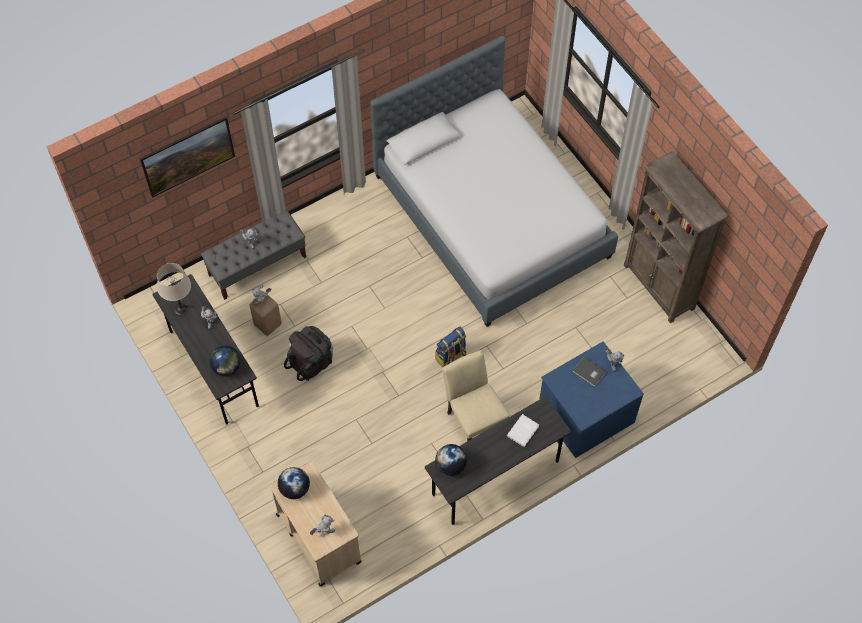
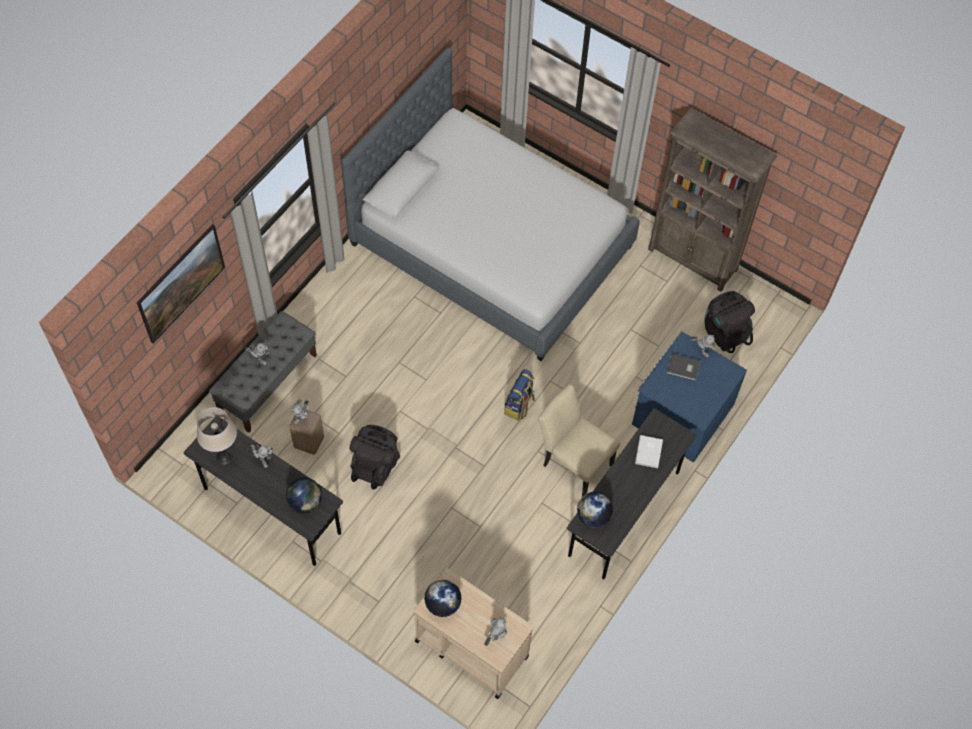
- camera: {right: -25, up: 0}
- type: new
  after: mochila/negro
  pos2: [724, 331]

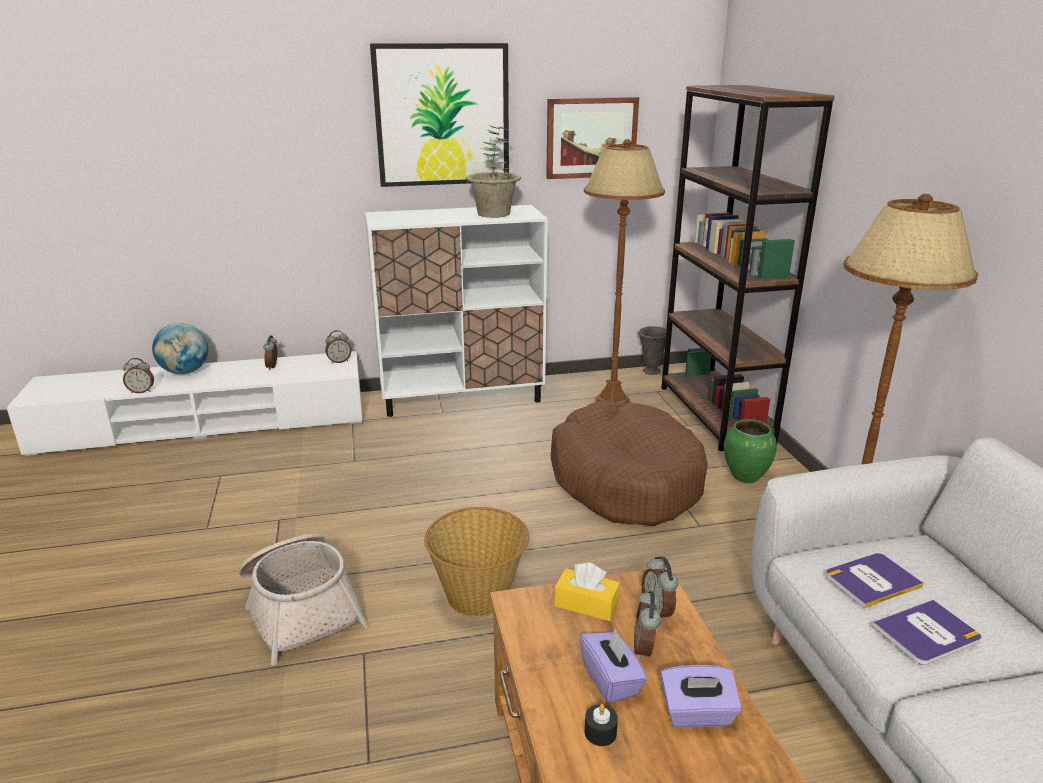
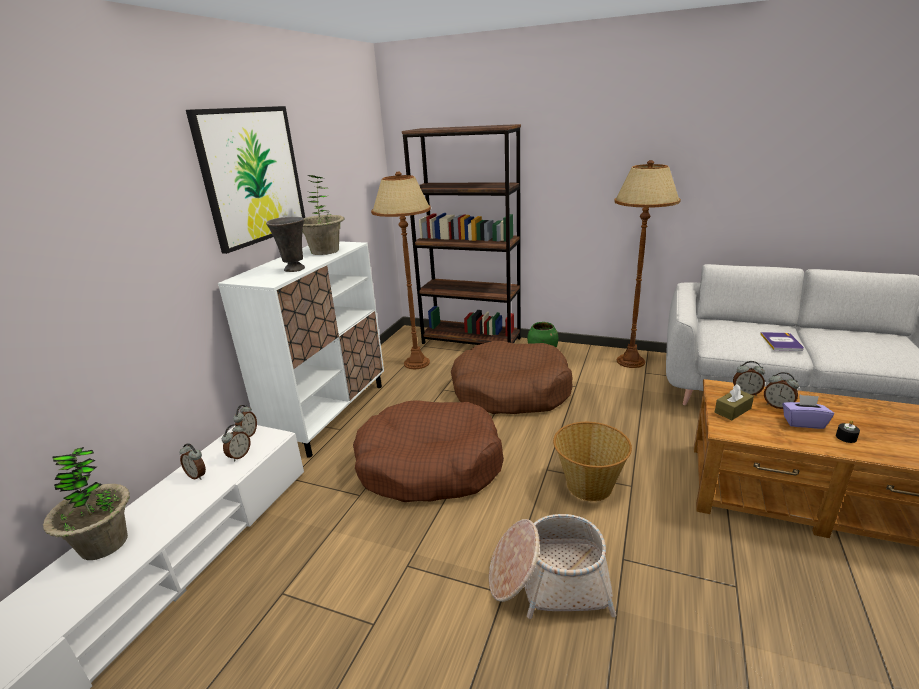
- camera: {right: -55, up: 0}
- type: gone
  before: cuadro
  pos1: [591, 138]
- type: swapped
  before: globo terráqueo
  after: planta en maceta
  pos1: [185, 372]
  pos2: [104, 544]
- type: shifted
  before: florero/gris
  pos1: [651, 372]
  pos2: [294, 269]
- type: shifted
  before: despertador
  pos1: [141, 391]
  pos2: [239, 456]
- type: gone
  before: libro
  pos1: [872, 580]
- type: repainted
  before: caja de pañuelos/amarillo
  after: caja de pañuelos/marrón
  pos1: [586, 604]
  pos2: [732, 410]
- type: gone
  before: caja de pañuelos/morado
  pos1: [697, 714]
- type: new
  after: cama para perro/marrón
  pos2: [429, 465]

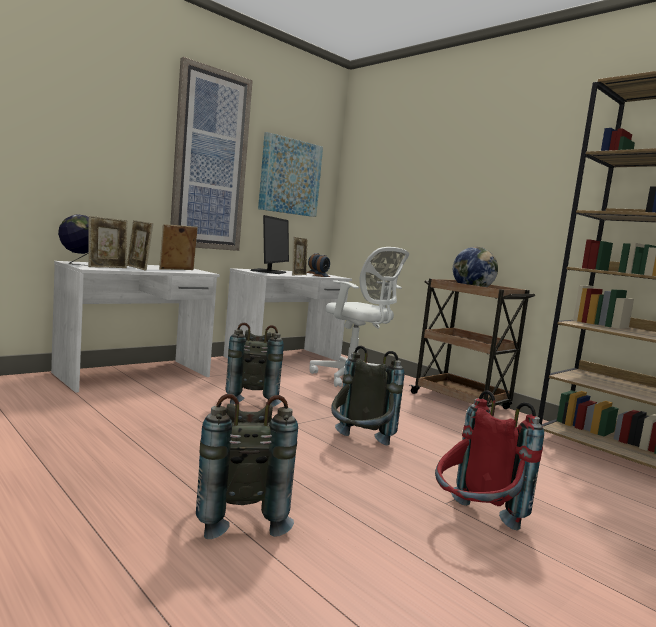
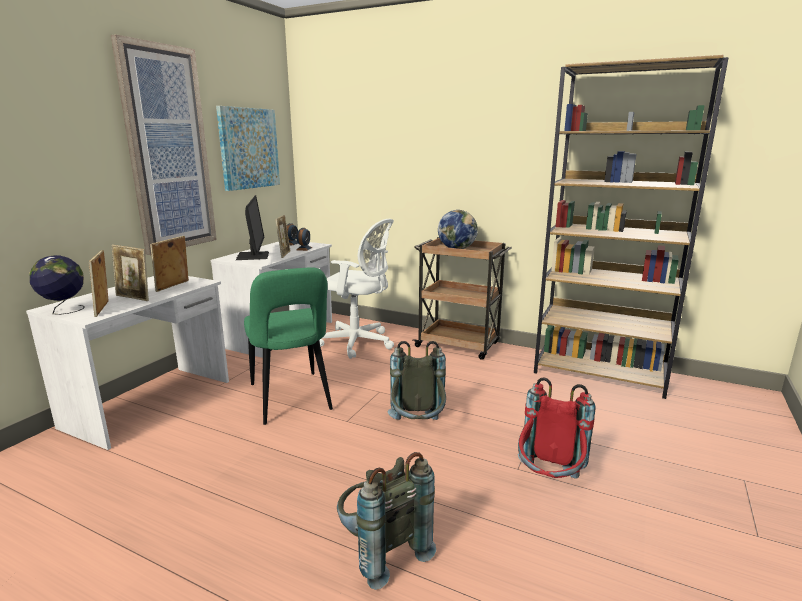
- camera: {right: -20, up: 10}
- type: rotated
  before: portarretratos
  pos1: [107, 267]
  pos2: [104, 309]
  turn: 150
- type: swapped
  before: mochila/gris
  after: silla/verde
  pos1: [253, 399]
  pos2: [291, 399]

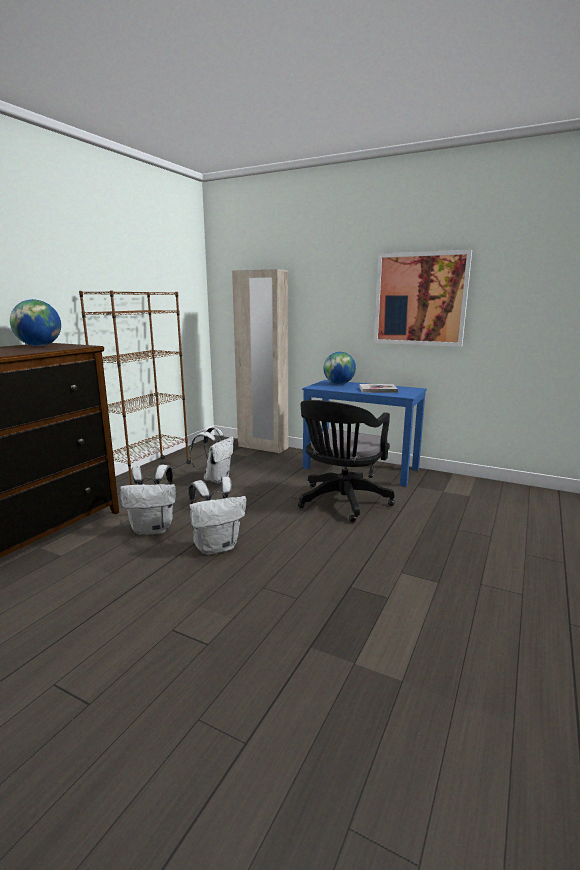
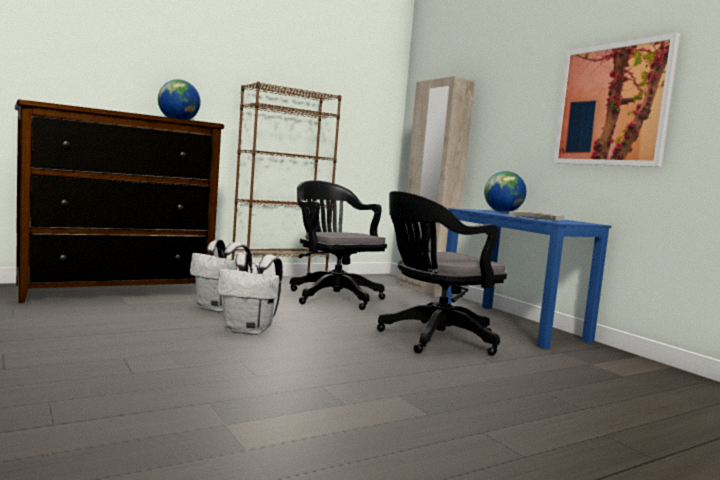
- camera: {right: 30, up: -10}
- type: swapped
  before: mochila/blanco
  after: silla de oficina/negro
  pos1: [216, 479]
  pos2: [332, 297]

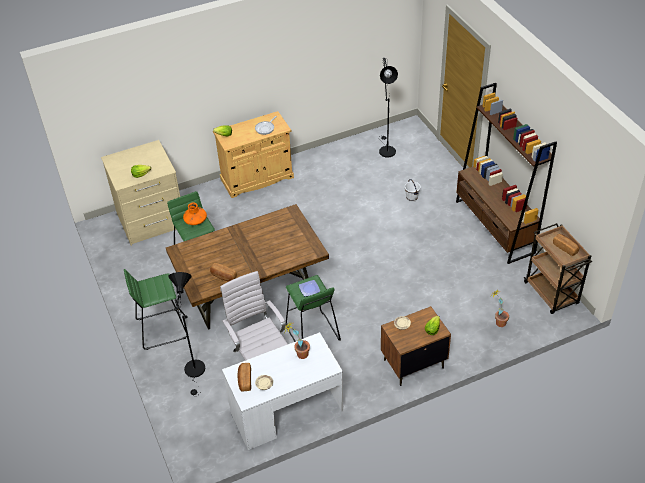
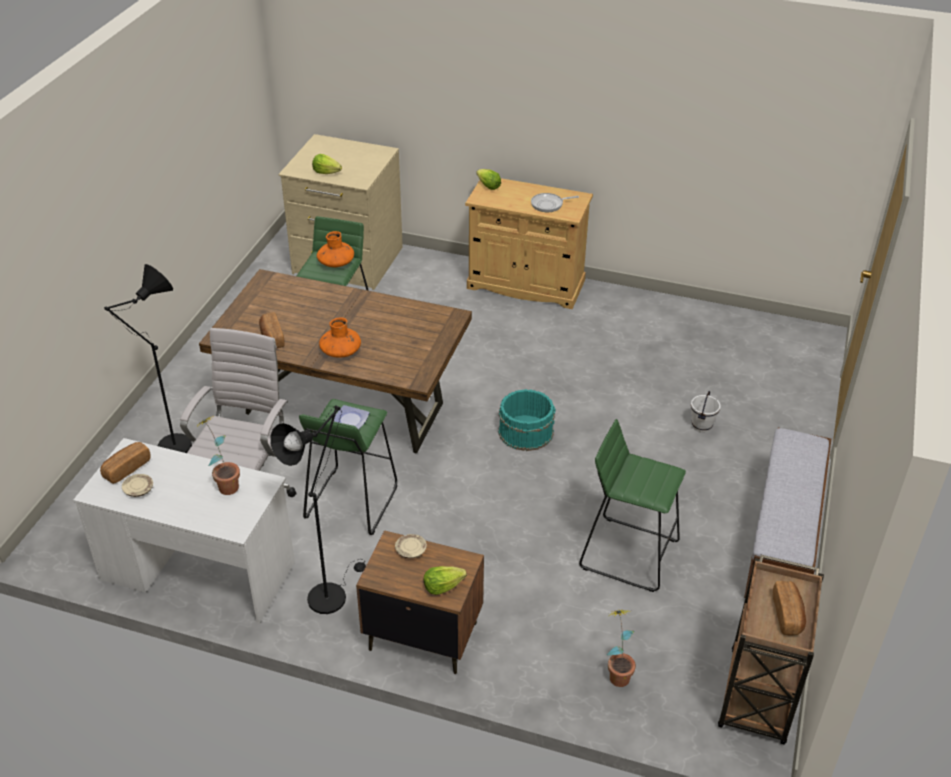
- camera: {right: 40, up: -5}
- type: shifted
  before: lámpara de pie/negro
  pos1: [386, 149]
  pos2: [330, 593]
- type: swapped
  before: estantería/marrón
  after: banco
  pos1: [494, 227]
  pos2: [782, 541]
- type: shifted
  before: taburete/verde
  pos1: [161, 328]
  pos2: [628, 553]
- type: new
  after: florero/naranja
  pos2: [340, 351]
- type: new
  after: cubo/turquesa
  pos2: [525, 431]

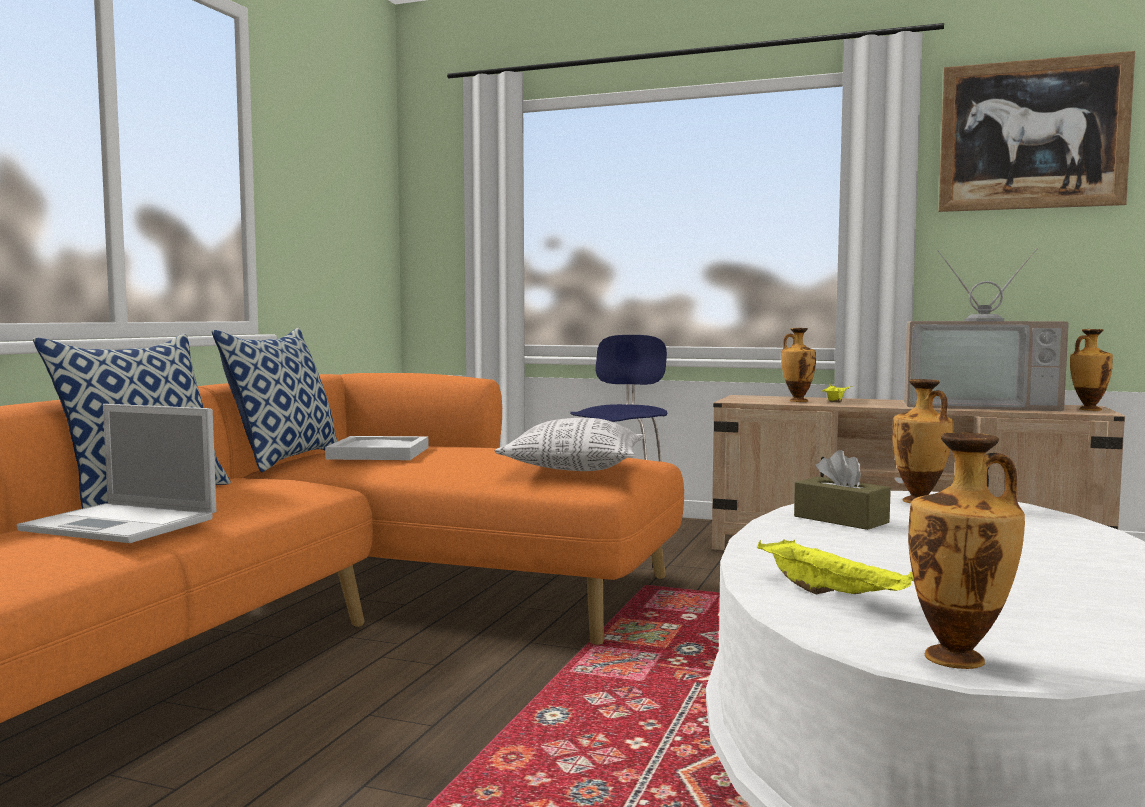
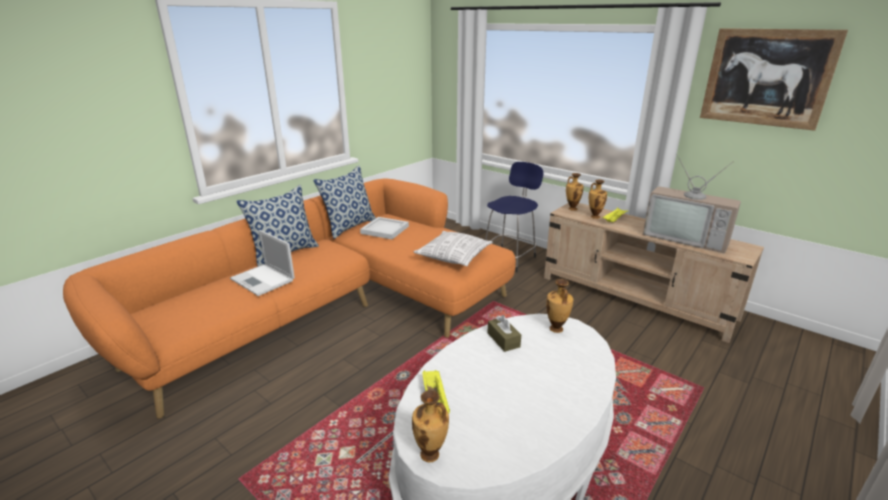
- camera: {right: 20, up: 20}
- type: shifted
  before: florero
  pos1: [1088, 409]
  pos2: [572, 208]

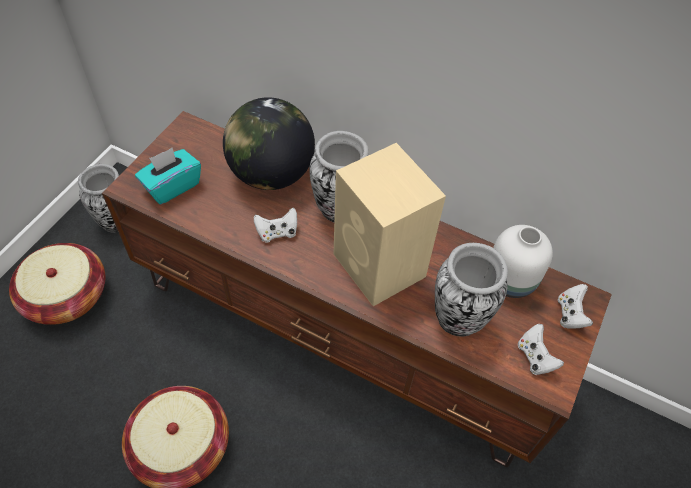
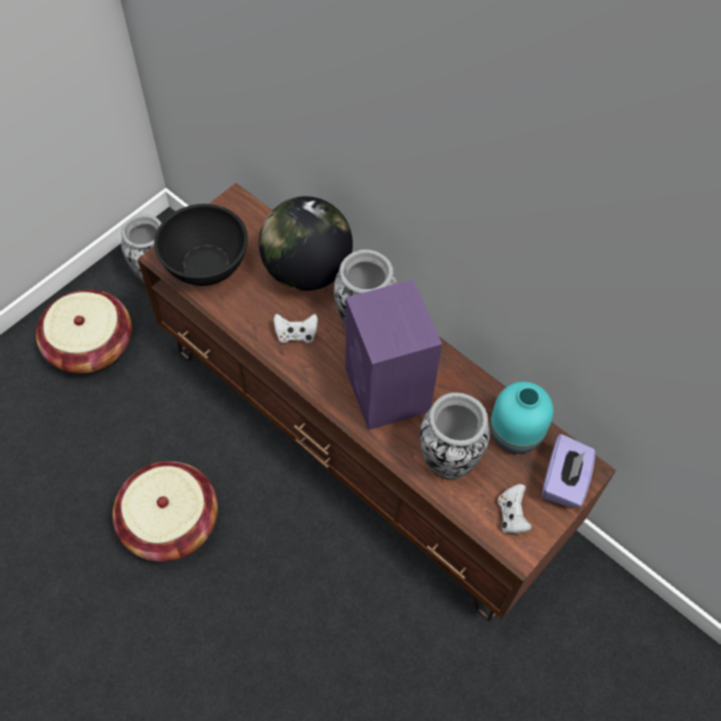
- camera: {right: 15, up: 5}
- type: repainted
  before: altavoz/beis
  after: altavoz/morado
  pos1: [380, 267]
  pos2: [387, 392]
- type: swapped
  before: caja de pañuelos/turquesa
  after: cuenco/negro
  pos1: [172, 186]
  pos2: [206, 264]
- type: repainted
  before: florero/blanco
  after: florero/turquesa
  pos1: [510, 281]
  pos2: [514, 434]
- type: swapped
  before: mando de consola/blanco
  after: caja de pañuelos/morado
  pos1: [570, 314]
  pos2: [564, 481]

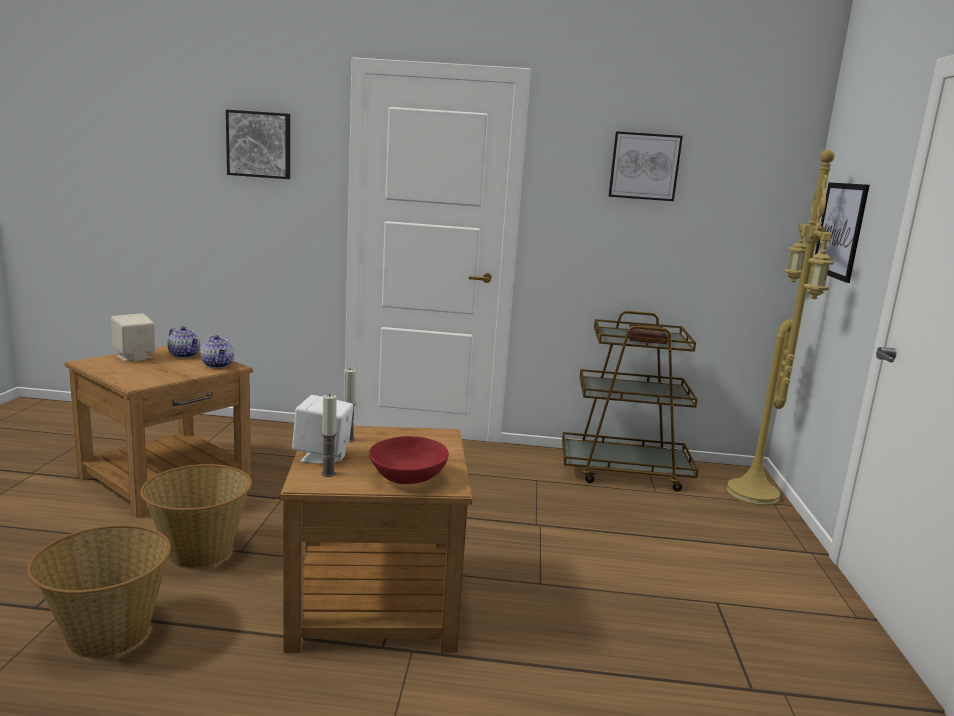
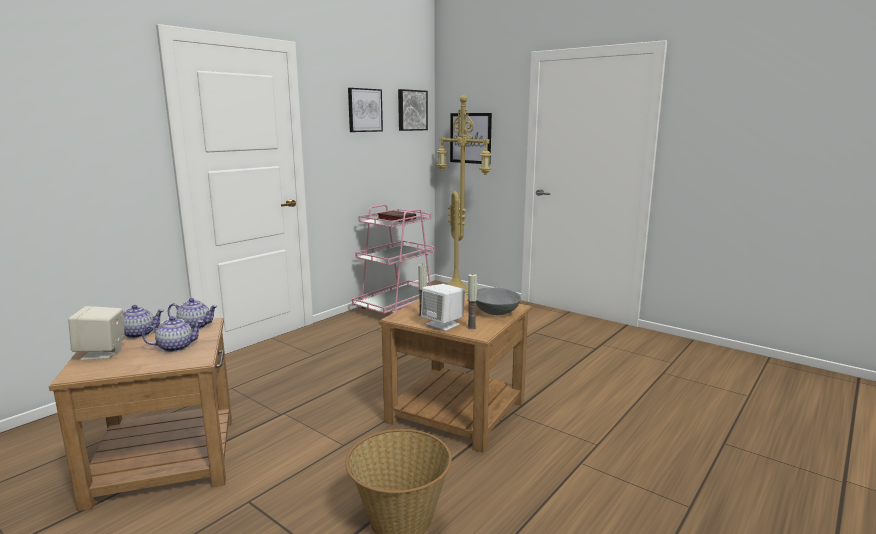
- camera: {right: -55, up: 0}
- type: shifted
  before: cuadro
  pos1: [259, 144]
  pos2: [411, 110]
- type: repainted
  before: carrito/marrón
  after: carrito/rosa
  pos1: [625, 471]
  pos2: [397, 306]
- type: repainted
  before: cuenco/rojo
  after: cuenco/gris
  pos1: [407, 477]
  pos2: [495, 312]
- type: gone
  before: cesta
  pos1: [199, 551]
- type: new
  after: tetera
  pos2: [176, 347]

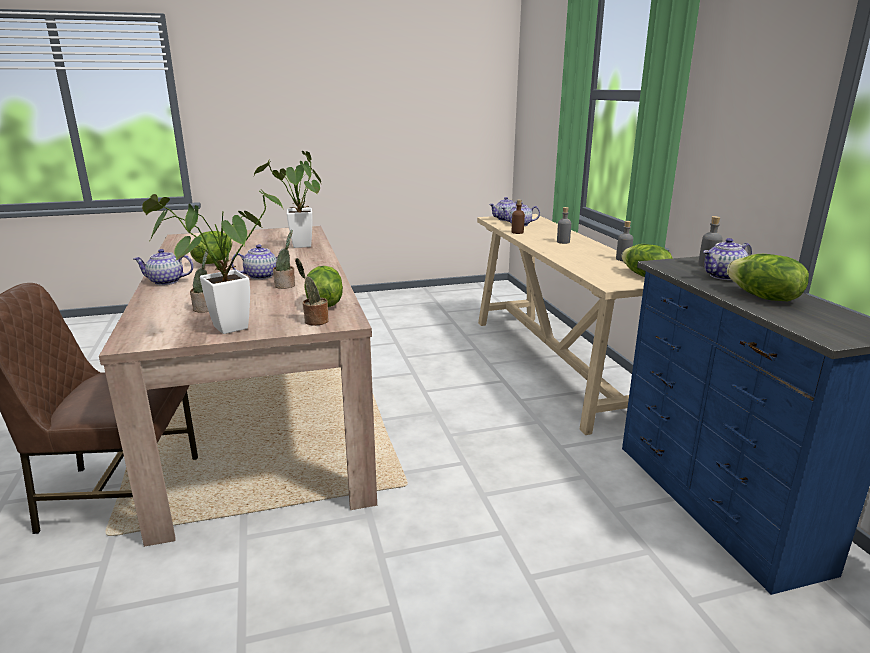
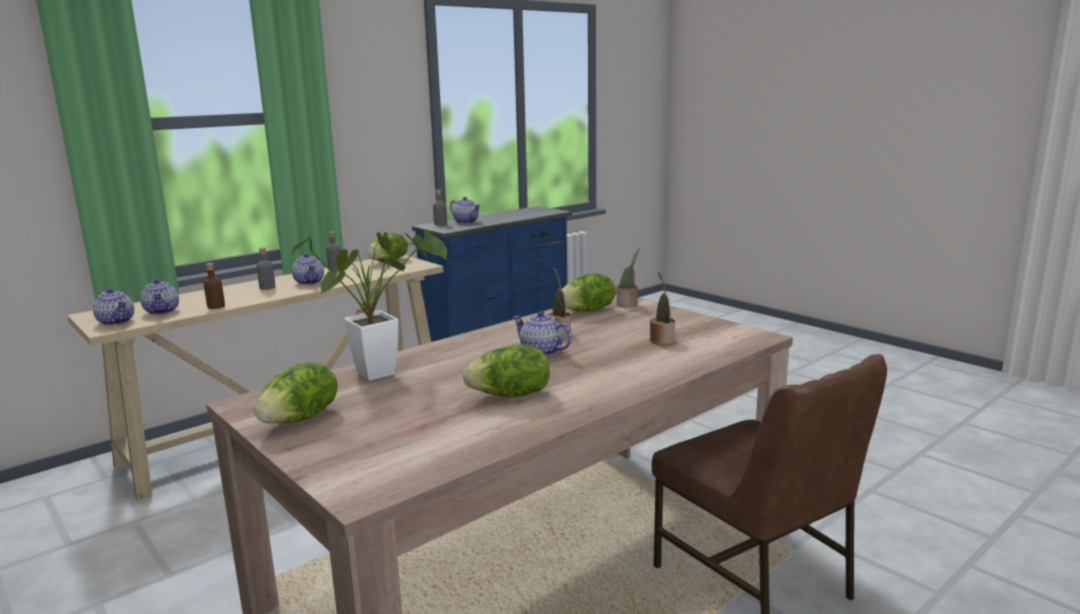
- camera: {right: -115, up: -5}
- type: gone
  before: planta en maceta
  pos1: [222, 330]
- type: shifted
  before: tetera
  pos1: [166, 282]
  pos2: [309, 282]
- type: shifted
  before: lechuga
  pos1: [763, 297]
  pos2: [301, 418]

